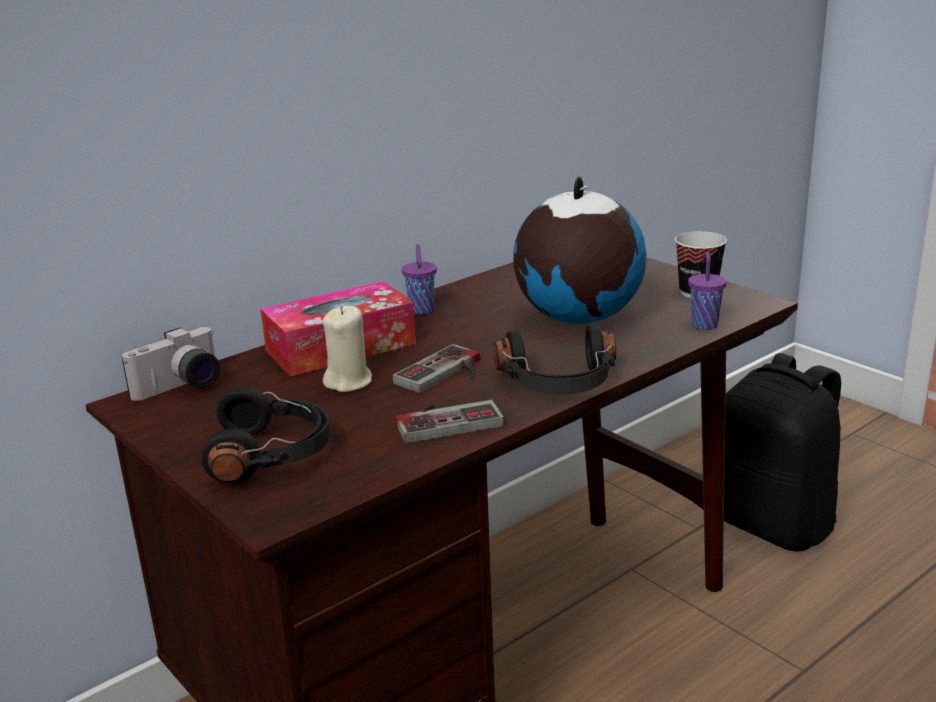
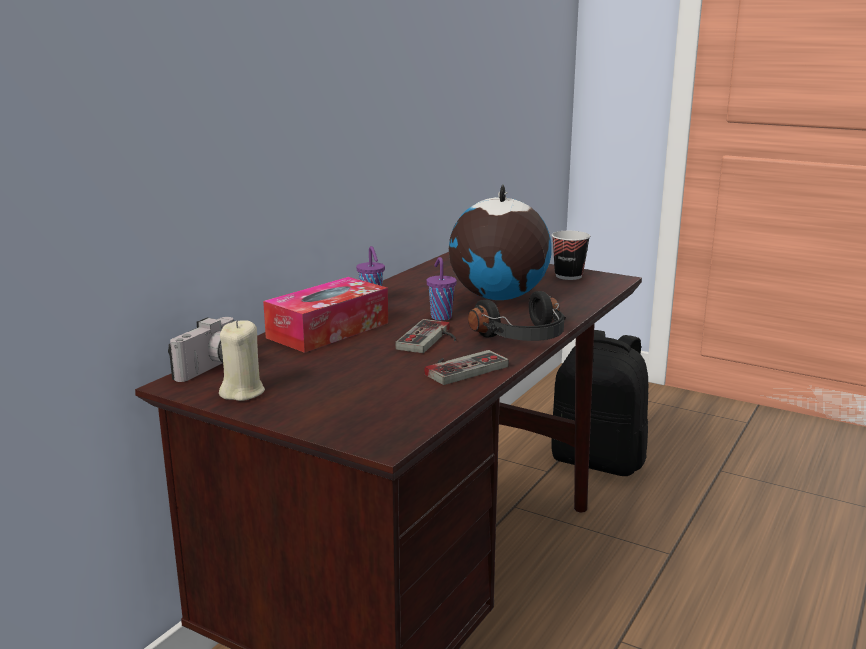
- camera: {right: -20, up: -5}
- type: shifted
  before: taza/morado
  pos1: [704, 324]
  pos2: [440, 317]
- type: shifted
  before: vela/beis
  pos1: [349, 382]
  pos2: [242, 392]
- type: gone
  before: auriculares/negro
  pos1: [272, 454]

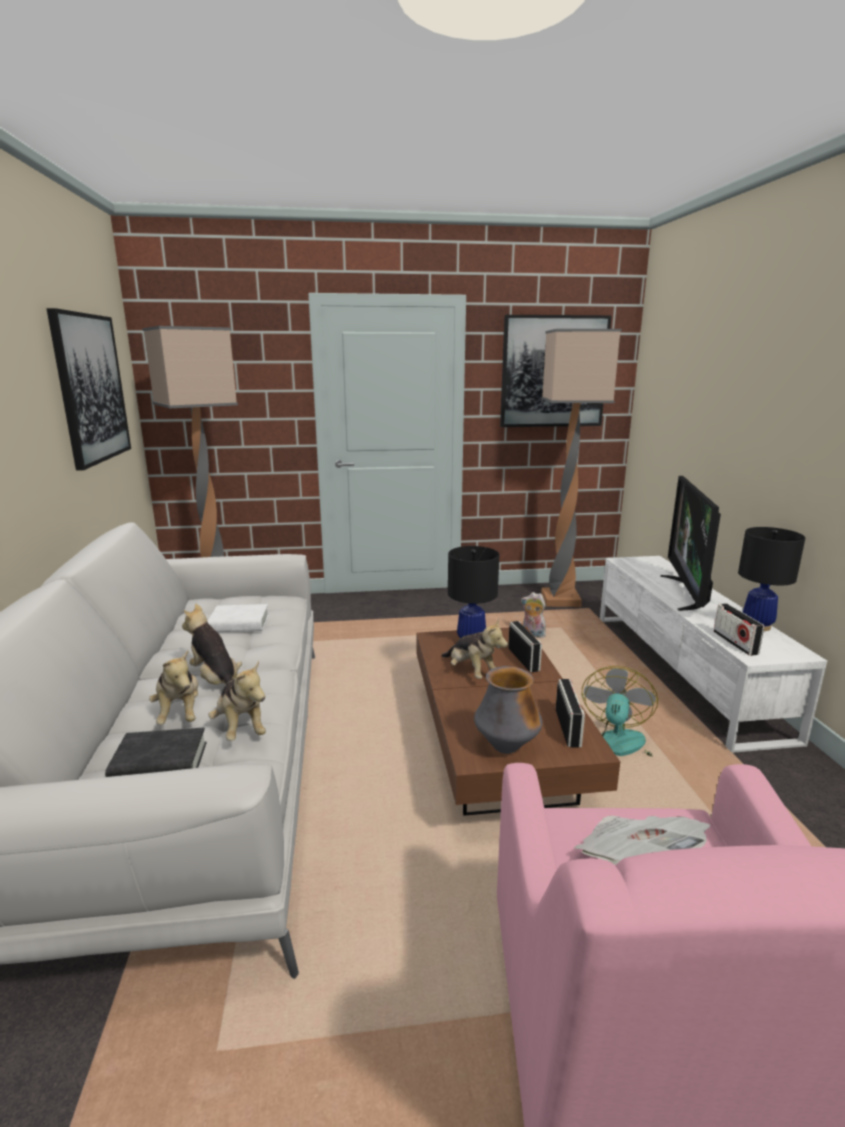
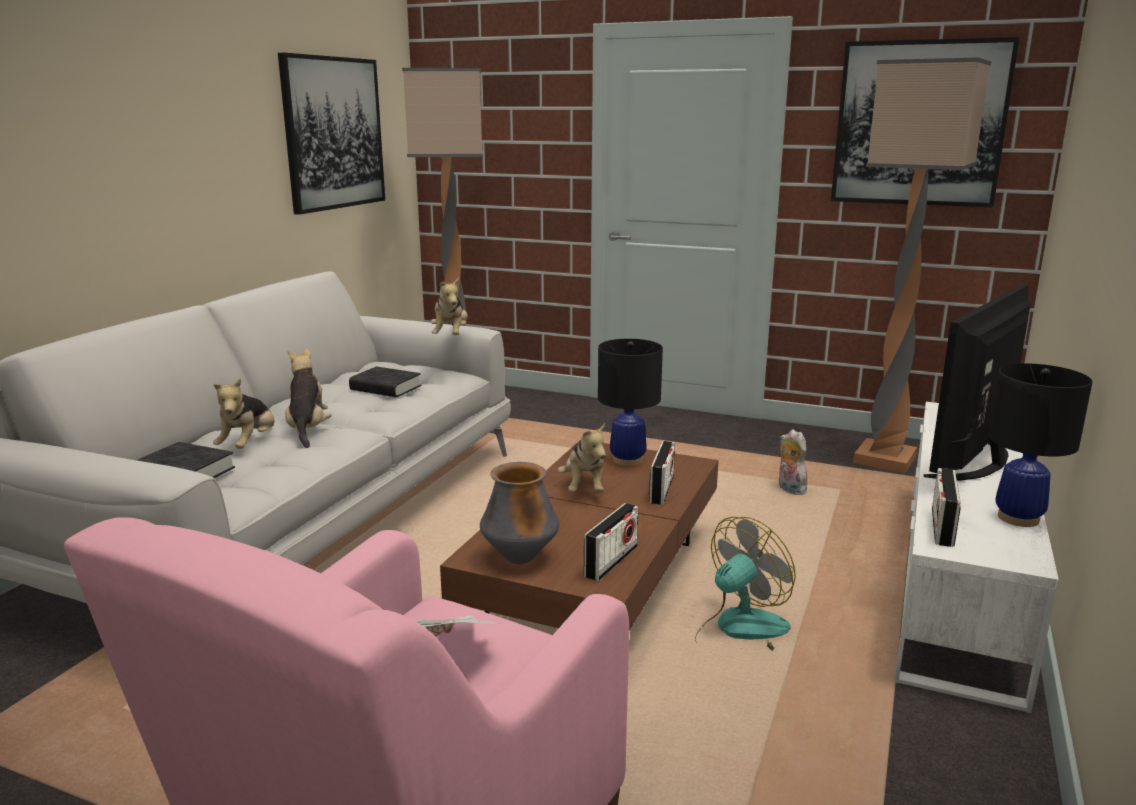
- camera: {right: 30, up: 0}
- type: repainted
  before: libro/blanco
  after: libro/negro
  pos1: [239, 624]
  pos2: [385, 388]
- type: shifted
  before: peluche
  pos1: [240, 728]
  pos2: [451, 336]

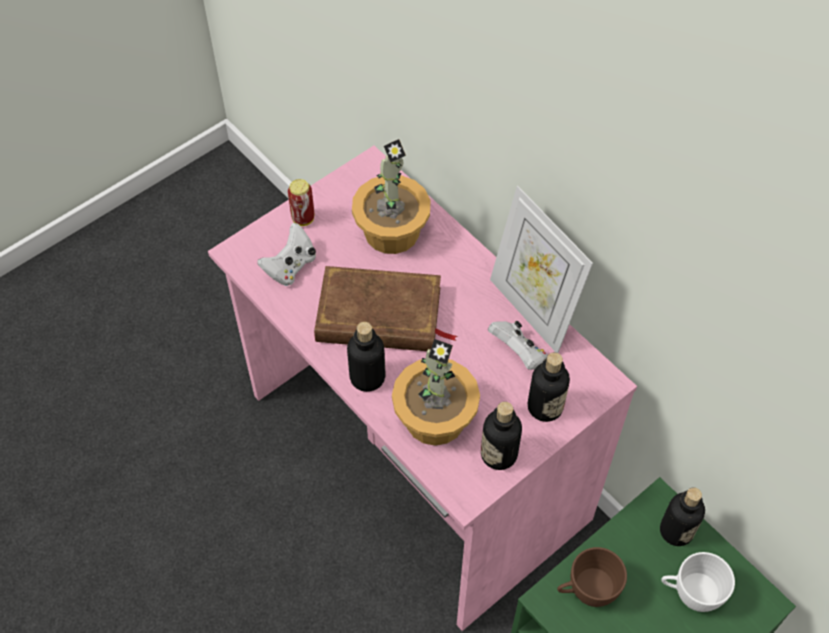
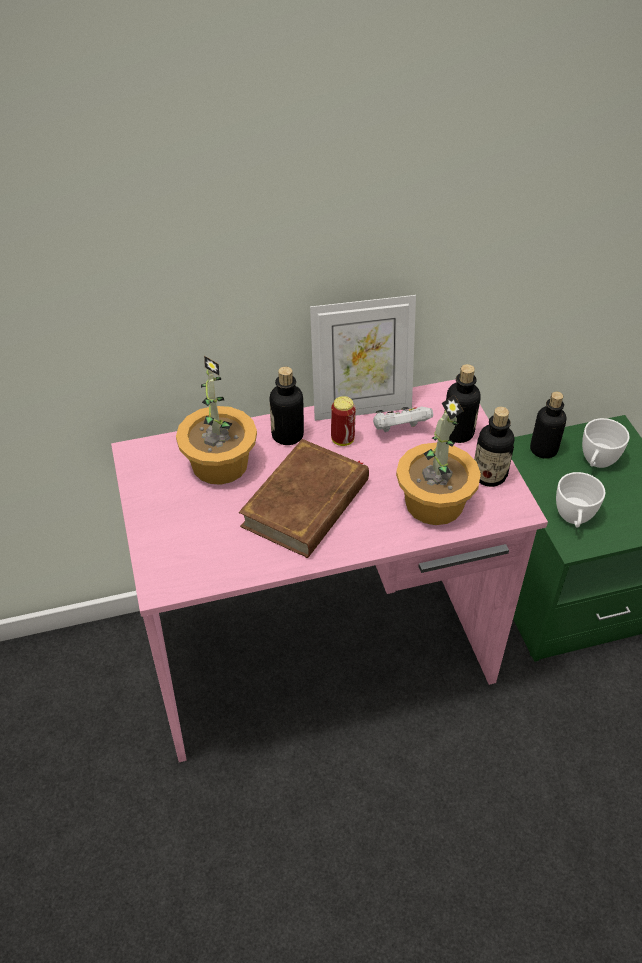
- camera: {right: -65, up: -10}
- type: shifted
  before: lata
  pos1: [303, 218]
  pos2: [342, 440]
- type: gone
  before: mando de consola/blanco
  pos1: [290, 267]
- type: shifted
  before: botella
  pos1: [367, 377]
  pos2: [287, 435]
- type: repainted
  before: taza/marrón
  after: taza/blanco
  pos1: [586, 591]
  pos2: [573, 519]

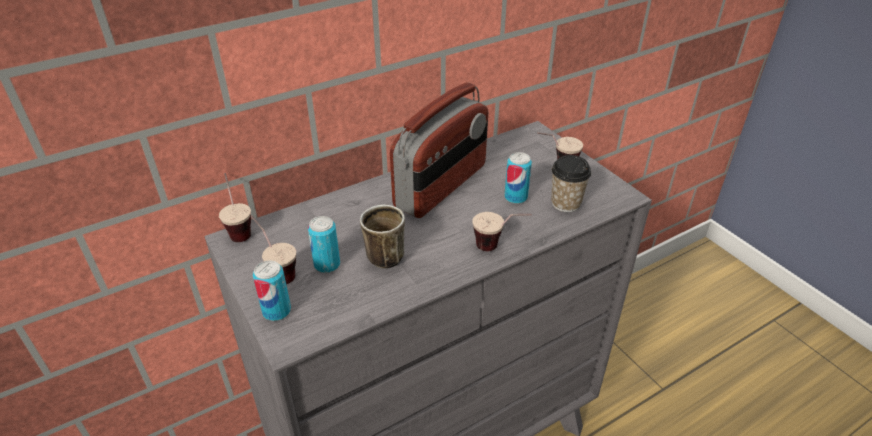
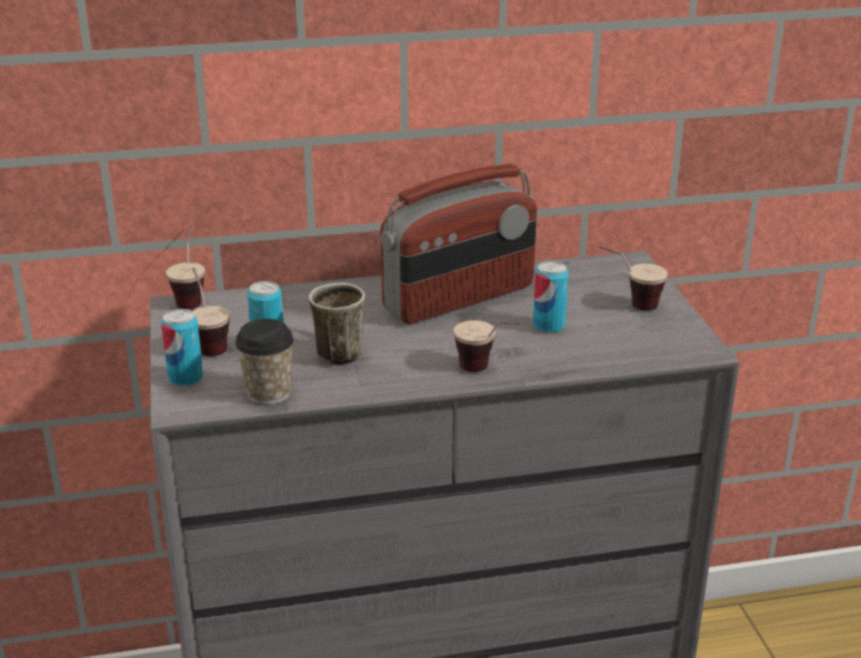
- camera: {right: 20, up: -10}
- type: shifted
  before: taza
  pos1: [565, 203]
  pos2: [268, 393]

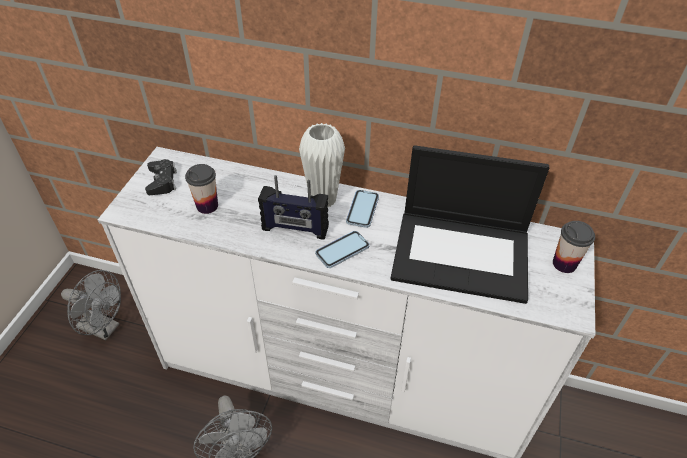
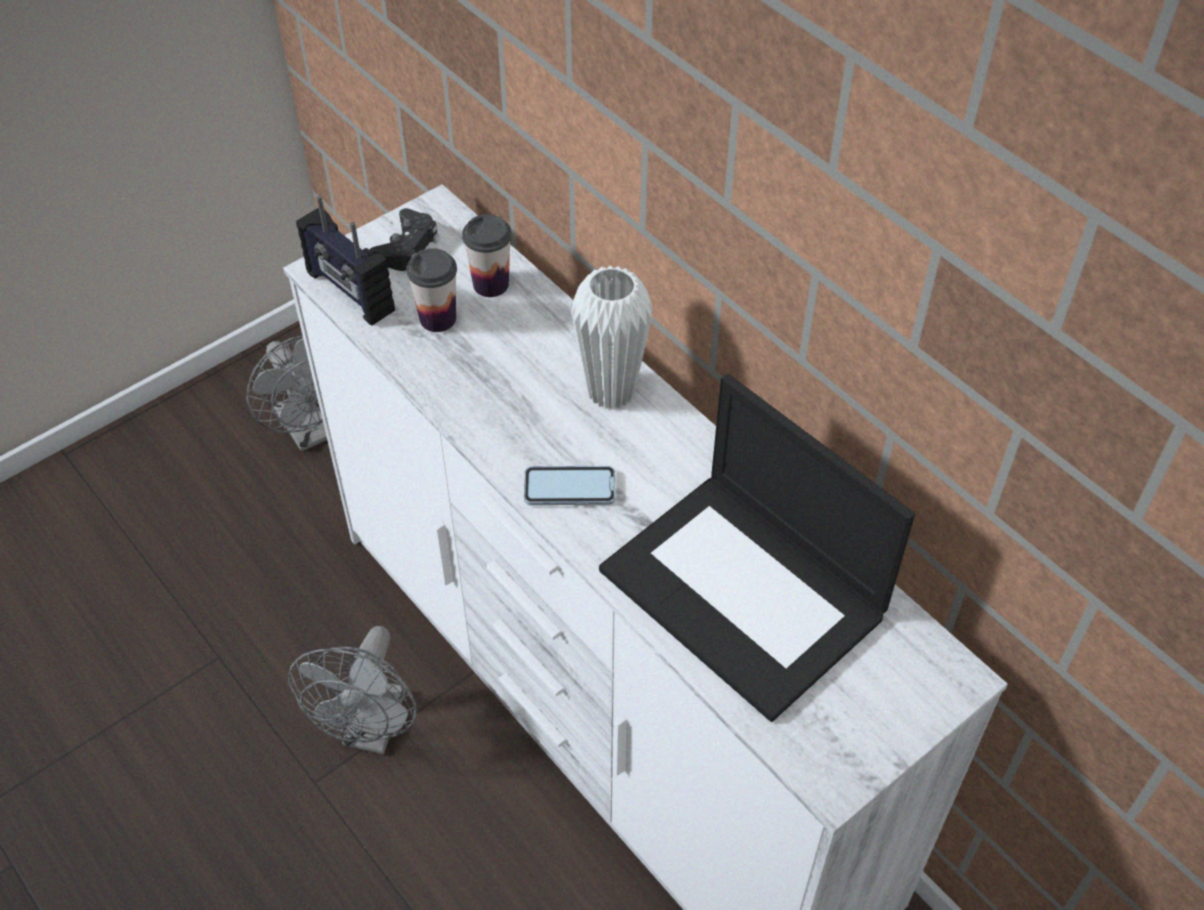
- camera: {right: 35, up: 5}
- type: shifted
  before: radio
  pos1: [295, 229]
  pos2: [349, 292]
- type: gone
  before: móvil
  pos1: [362, 209]
- type: shifted
  before: taza
  pos1: [564, 264]
  pos2: [491, 284]

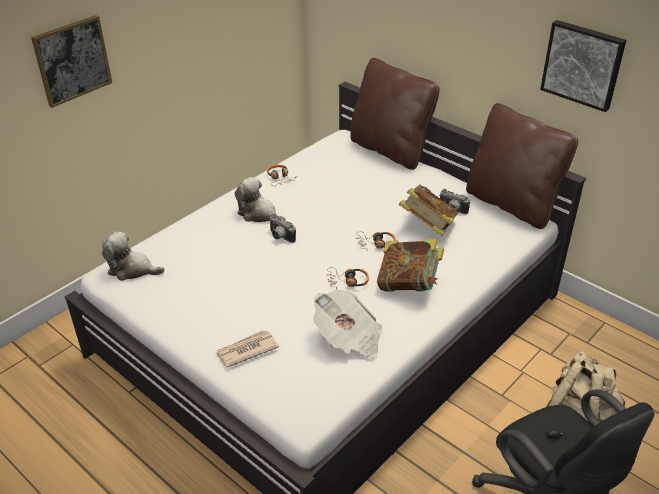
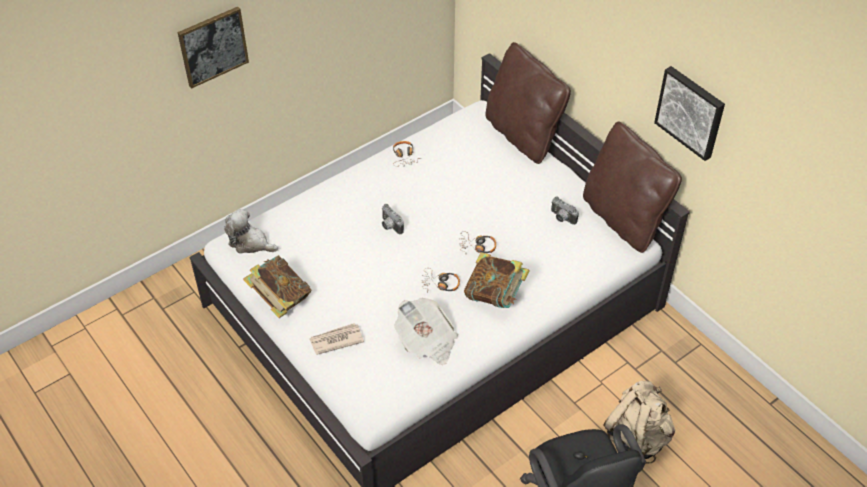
- camera: {right: 10, up: 10}
- type: gone
  before: peluche
  pos1: [259, 214]
- type: shifted
  before: libro
  pos1: [427, 227]
  pos2: [280, 299]

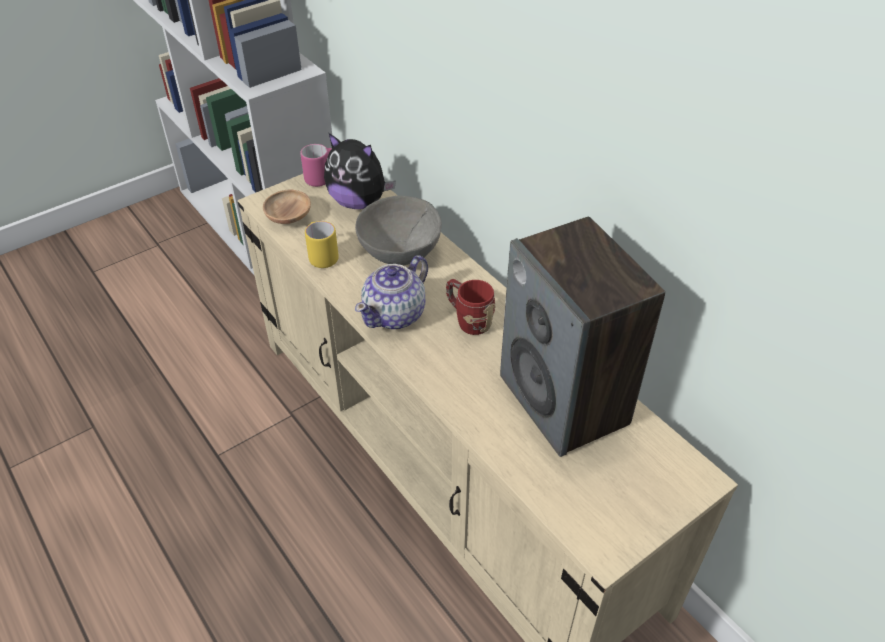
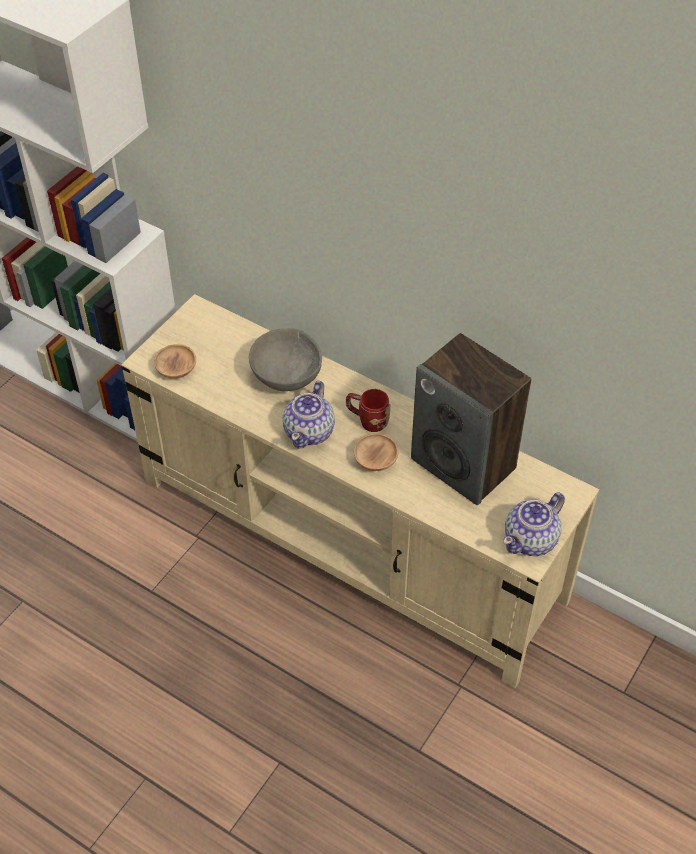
- camera: {right: -20, up: 5}
- type: gone
  before: peluche
  pos1: [359, 202]
- type: gone
  before: taza grande/rosa
  pos1: [322, 178]
- type: gone
  before: taza grande/amarillo
  pos1: [321, 256]
- type: new
  after: cuenco/marrón
  pos2: [375, 460]
- type: new
  after: tetera
  pos2: [531, 539]

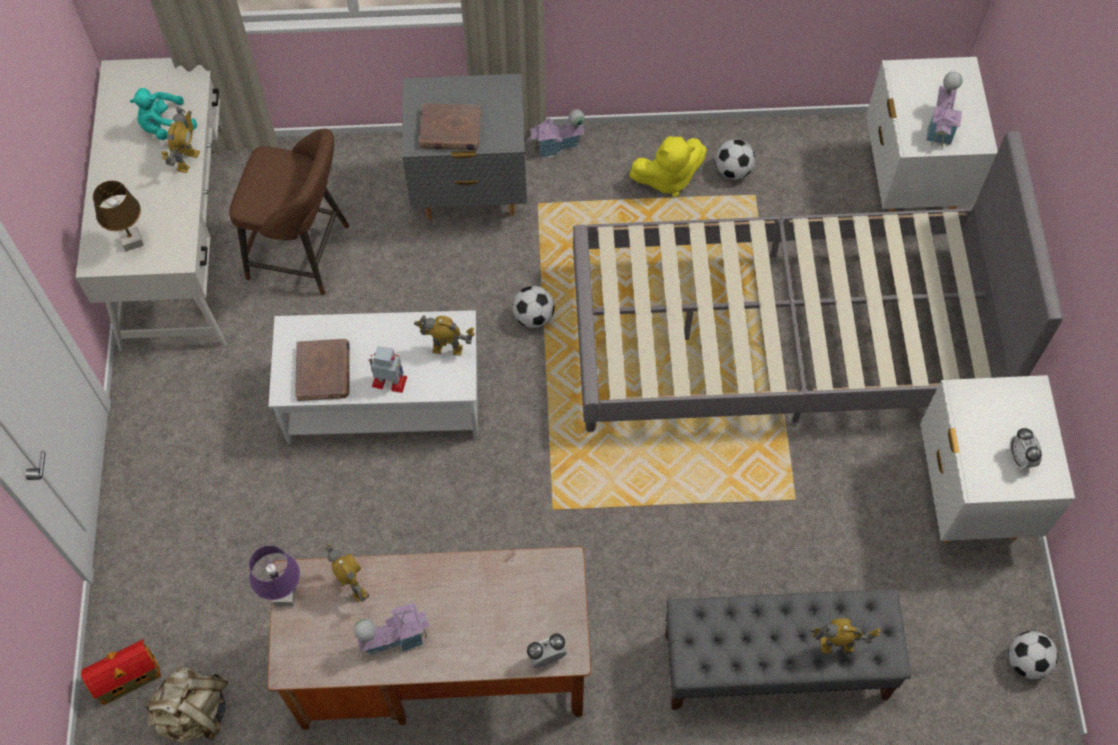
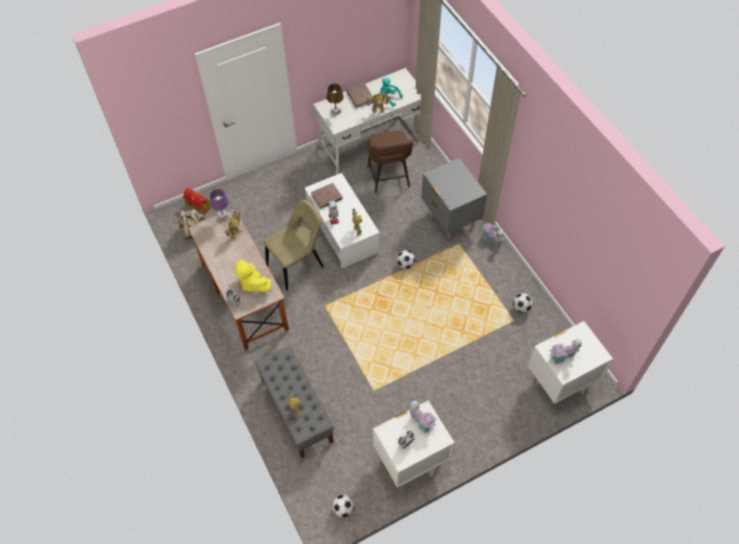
- camera: {right: 65, up: -5}
- type: shifted
  before: libro/marrón
  pos1: [450, 130]
  pos2: [360, 96]
- type: gone
  before: cama/gris
  pos1: [783, 338]
- type: shifted
  before: peluche/amarillo
  pos1: [667, 178]
  pos2: [253, 283]
- type: shifted
  before: casita
  pos1: [395, 638]
  pos2: [422, 422]
- type: new
  after: silla/beis
  pos2: [297, 265]

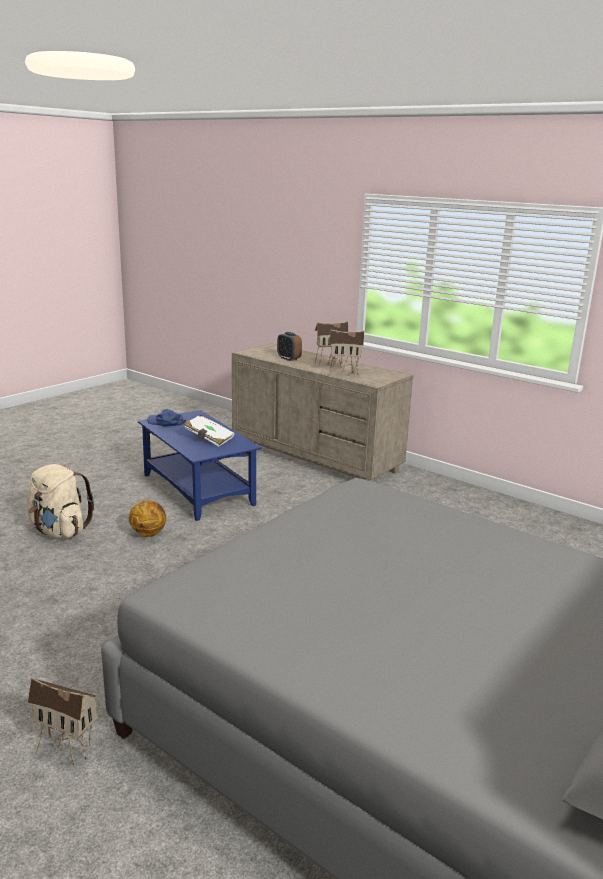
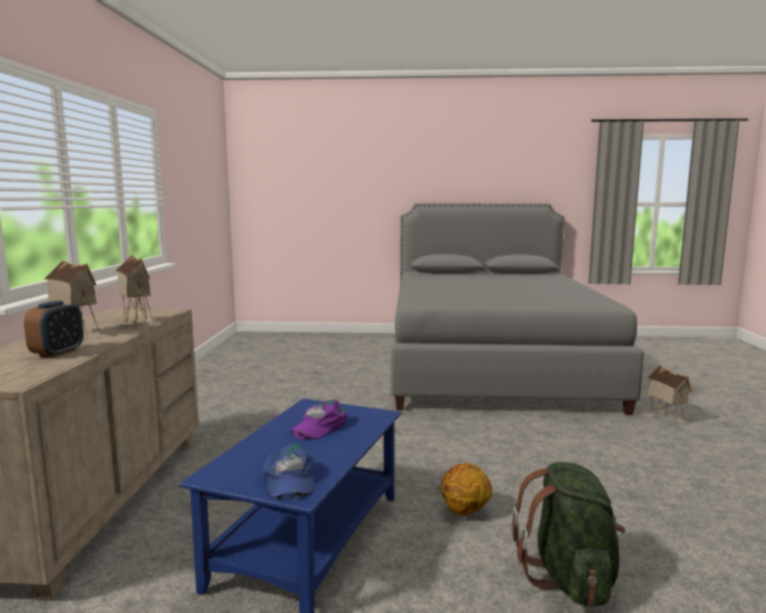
- camera: {right: -125, up: -10}
- type: swapped
  before: libro/blanco
  after: gorra/morado
  pos1: [209, 439]
  pos2: [319, 426]
- type: repainted
  before: mochila/beis
  after: mochila/verde
  pos1: [59, 531]
  pos2: [569, 577]

